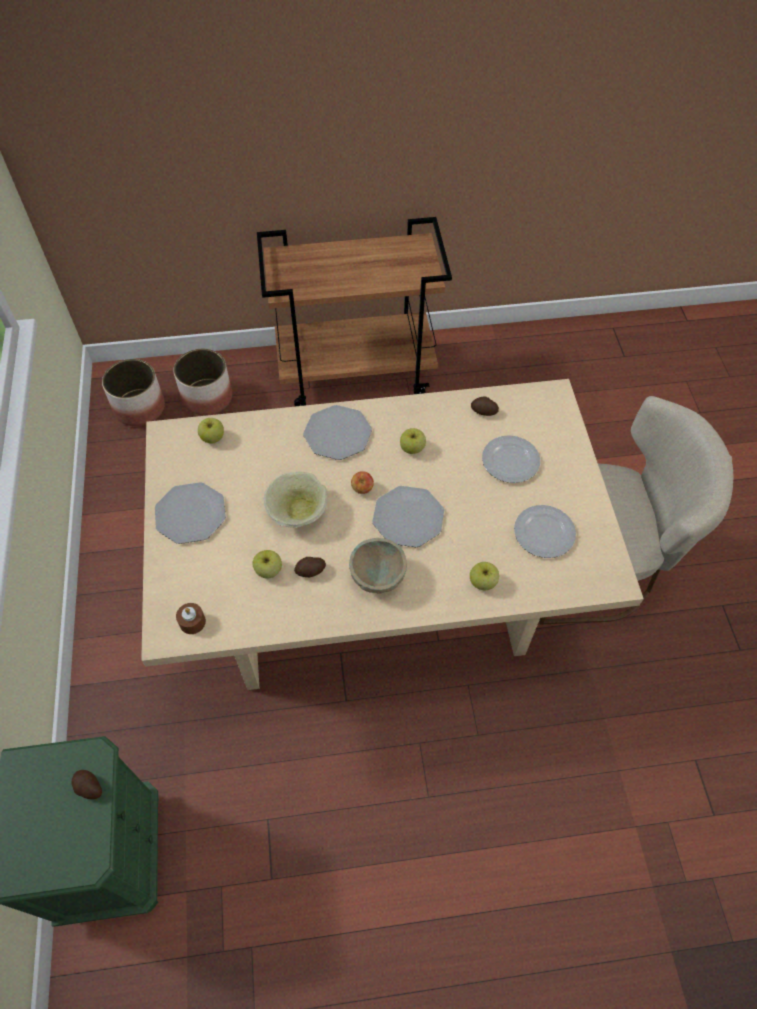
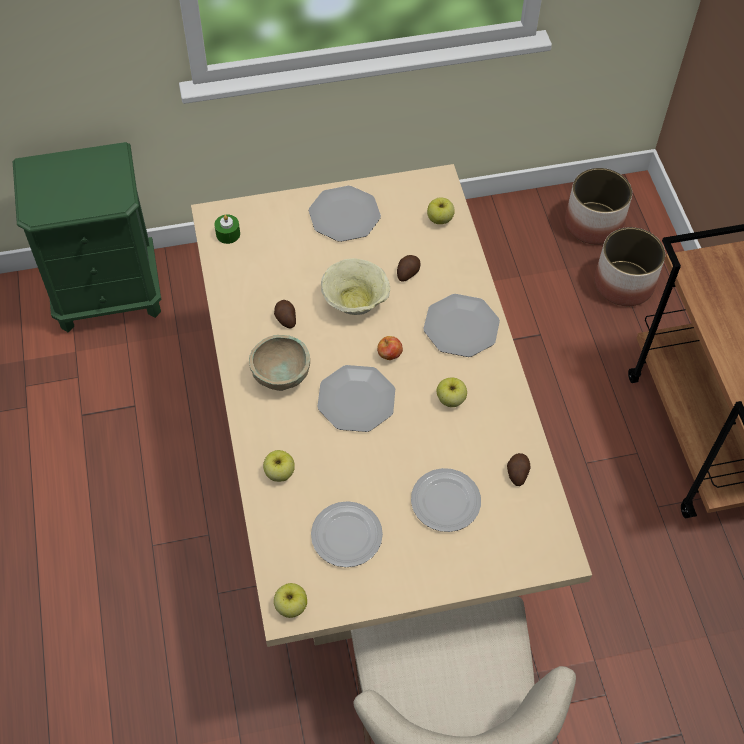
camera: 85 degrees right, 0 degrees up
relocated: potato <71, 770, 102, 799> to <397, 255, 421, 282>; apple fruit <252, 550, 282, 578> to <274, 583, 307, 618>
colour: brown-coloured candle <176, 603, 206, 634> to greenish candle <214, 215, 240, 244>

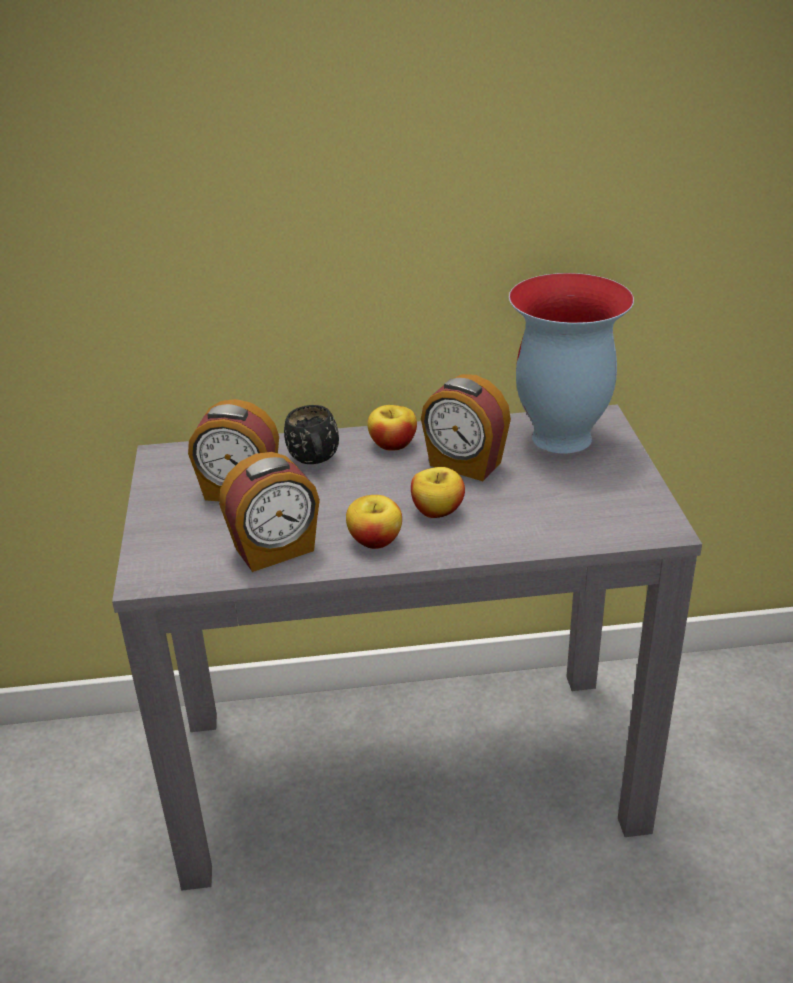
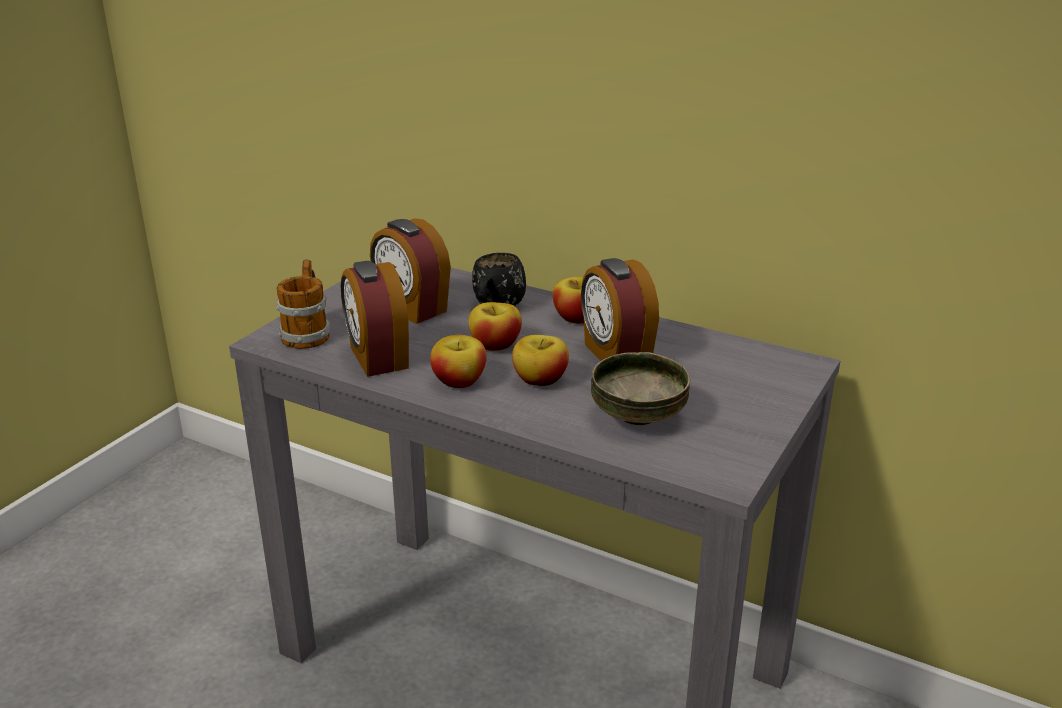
camera: 35 degrees right, 5 degrees down
missing: decorative vase <509, 273, 634, 453>
appeared: mug <276, 259, 330, 349>; apple fruit <468, 302, 522, 351>; serving bowl <591, 352, 690, 425>
spun: table clock <219, 452, 320, 572> = <341, 261, 409, 377> 60 degrees clockwise

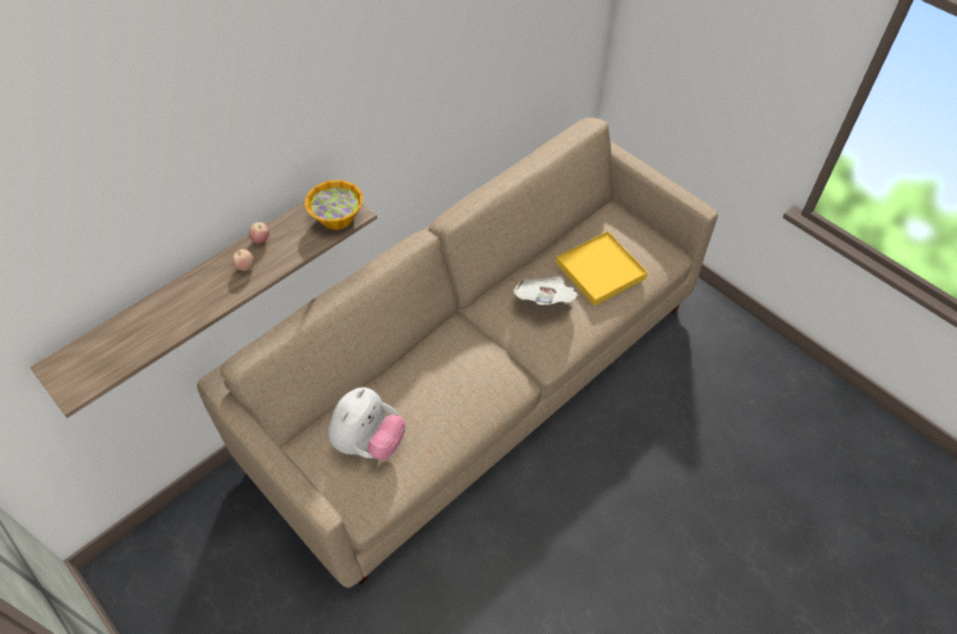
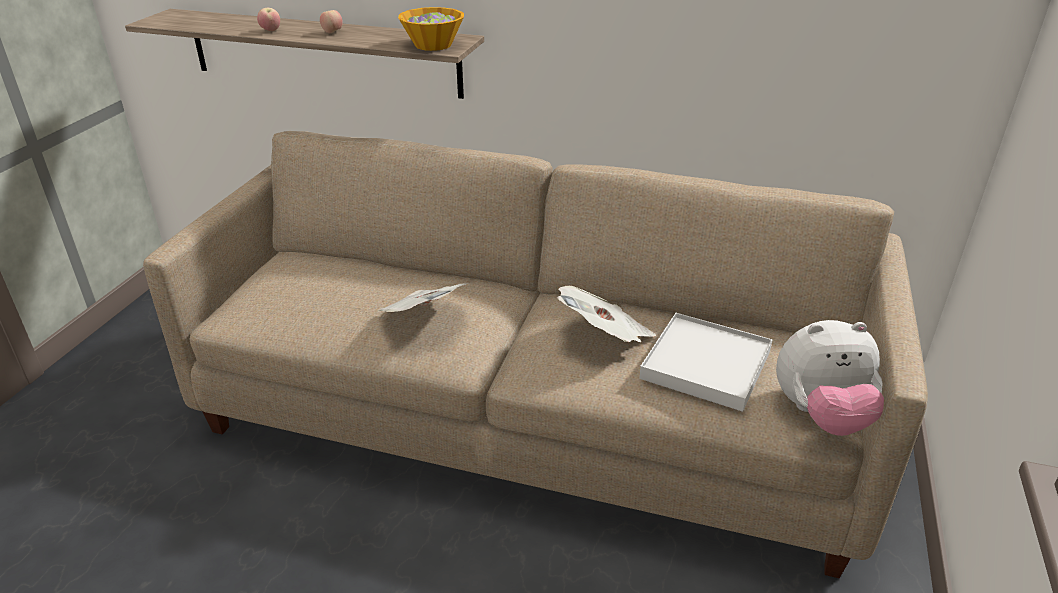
camera: 60 degrees right, 20 degrees down
appeared: newspaper <378, 283, 469, 312>
relocated: apple fruit <249, 222, 269, 243> to <257, 8, 280, 31>; soft toy <328, 387, 405, 460> to <776, 320, 884, 436>
colour: yellow-coloured tray <556, 231, 648, 306> to whitish tray <639, 313, 773, 412>

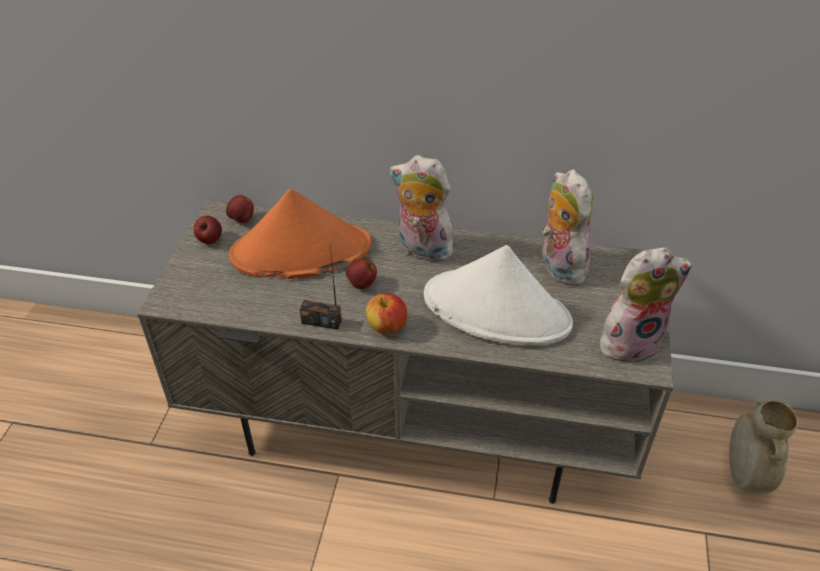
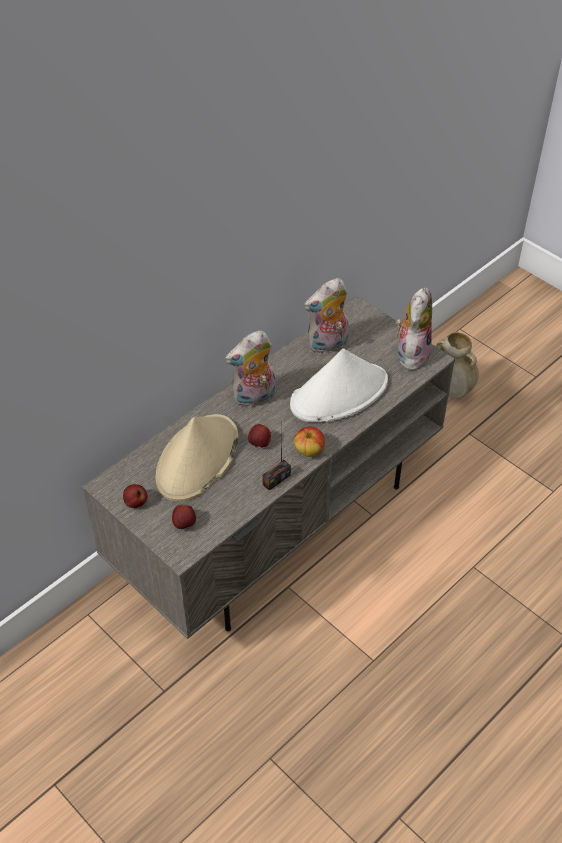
camera: 55 degrees left, 5 degrees up
relocated: apple fruit <226, 195, 254, 223> to <172, 505, 196, 529>
colour: orange-coloured wearable hat <229, 189, 371, 279> to beige wearable hat <156, 414, 239, 502>
spun: soft toy <542, 169, 593, 285> = <304, 278, 349, 354> 45 degrees counterclockwise

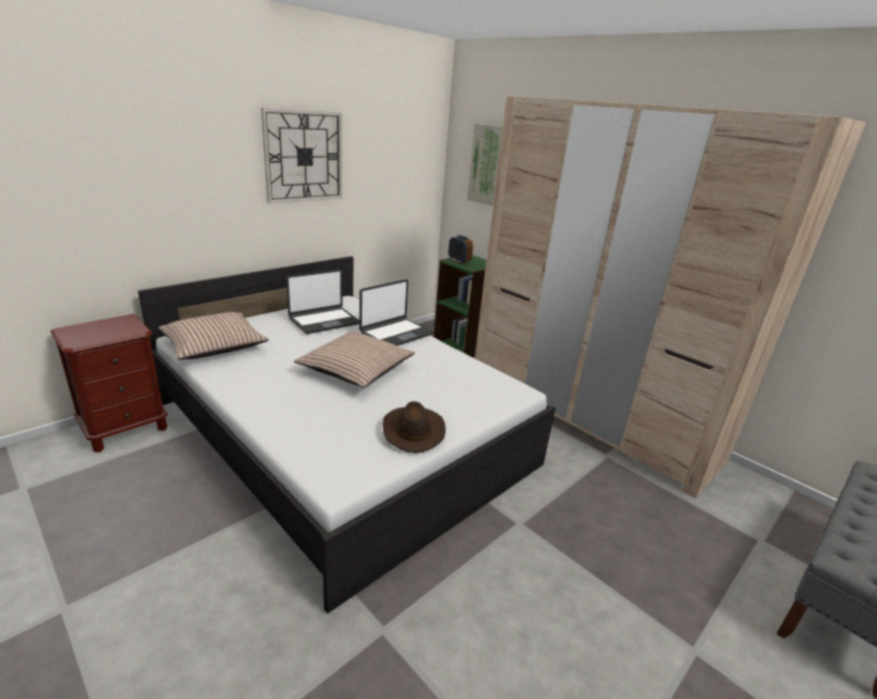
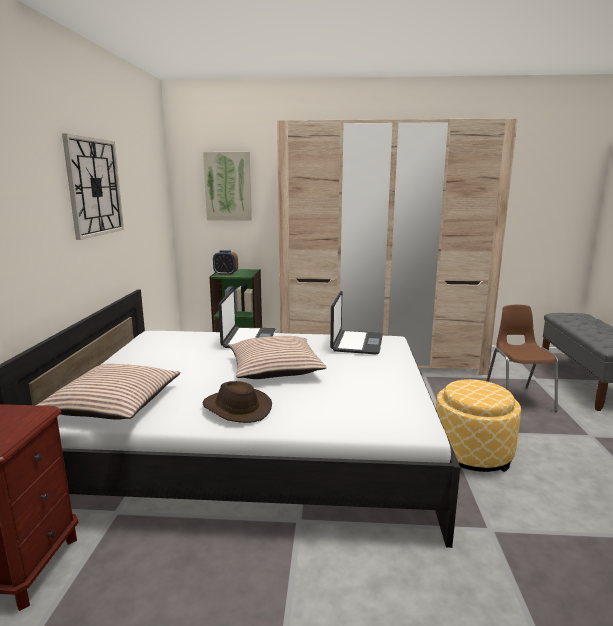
camera: 40 degrees left, 10 degrees down
appeared: footrest <436, 379, 521, 472>; brown-coloured chair <487, 305, 558, 412>
relocated: laptop <286, 269, 359, 334> to <330, 291, 383, 354>; brown-coloured wearable hat <383, 401, 445, 453> to <202, 381, 272, 423>

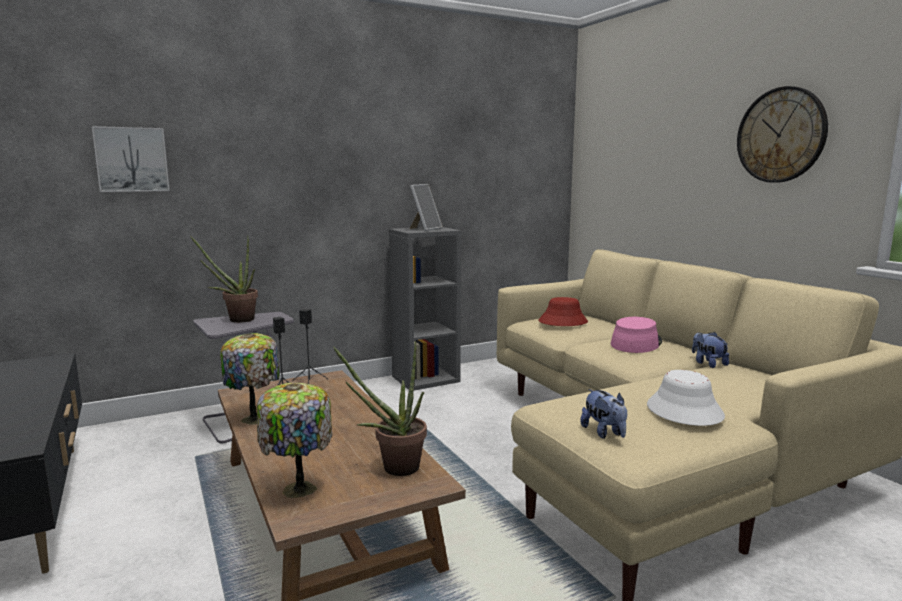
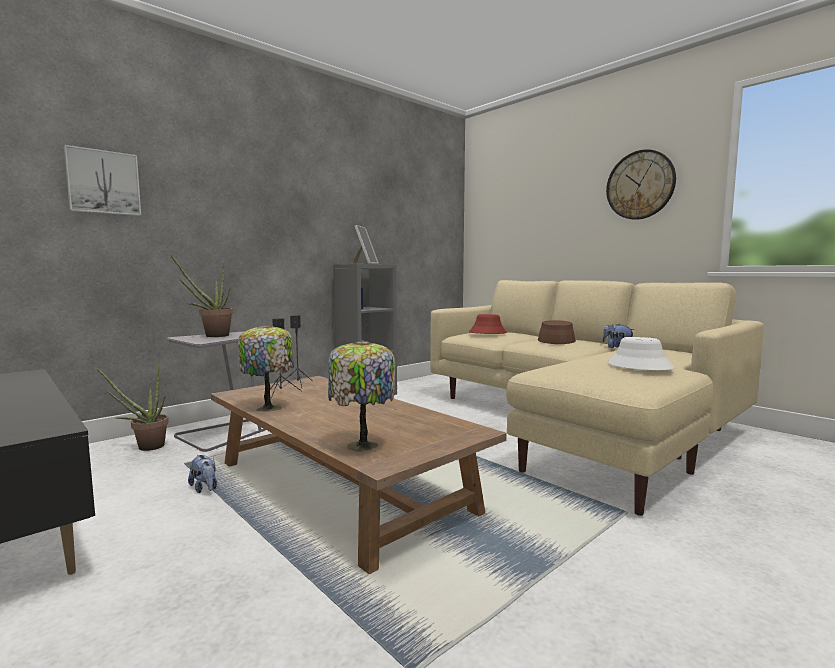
camera: 15 degrees left, 5 degrees down
relocated: potted plant <333, 341, 427, 476> to <96, 363, 169, 451>; soft toy <580, 389, 627, 439> to <188, 455, 217, 493>
colour: pink-coloured wearable hat <611, 317, 662, 353> to brown-coloured wearable hat <538, 320, 576, 344>

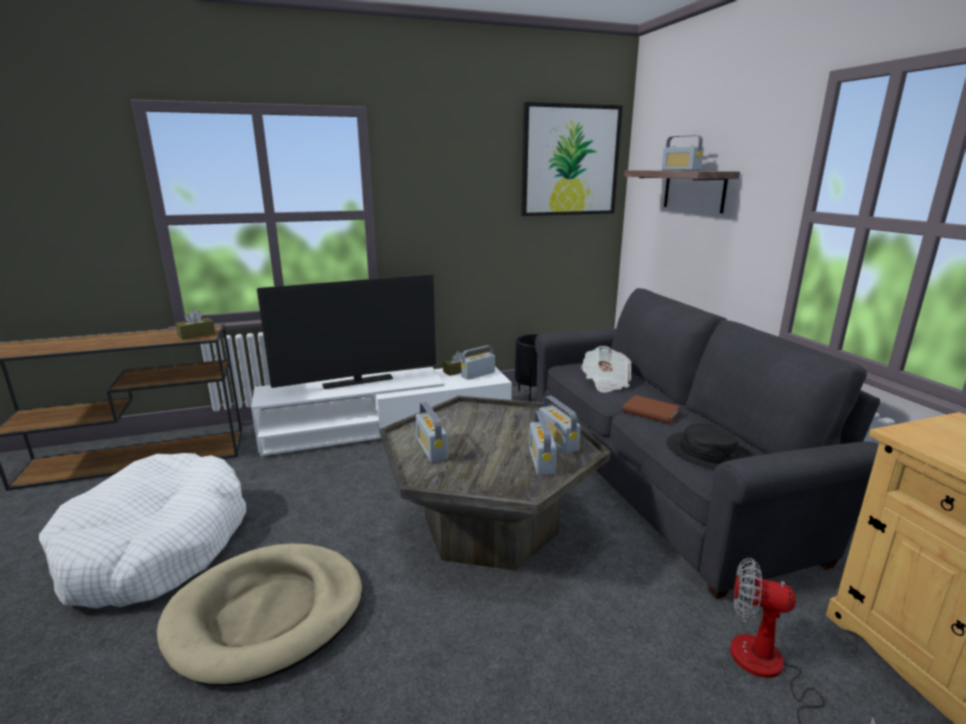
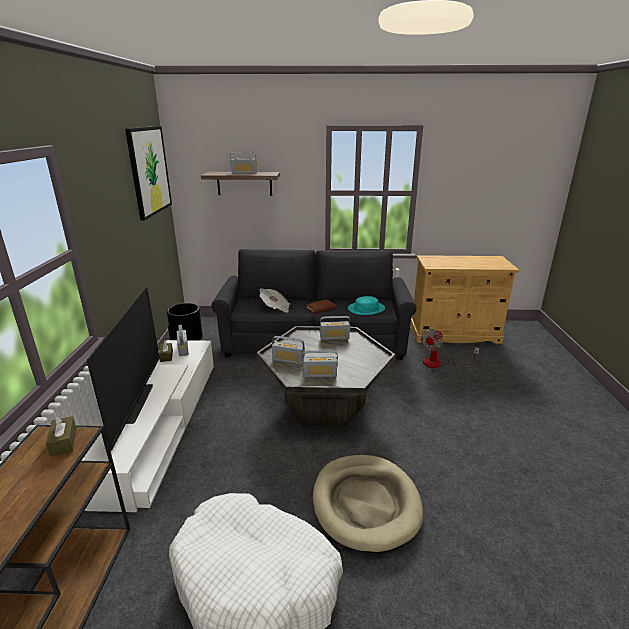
camera: 70 degrees left, 5 degrees up
relocated: radio <529, 411, 557, 475> to <272, 336, 305, 365>
colour: black-coloured wearable hat <667, 423, 752, 469> to turquoise wearable hat <348, 296, 385, 315>

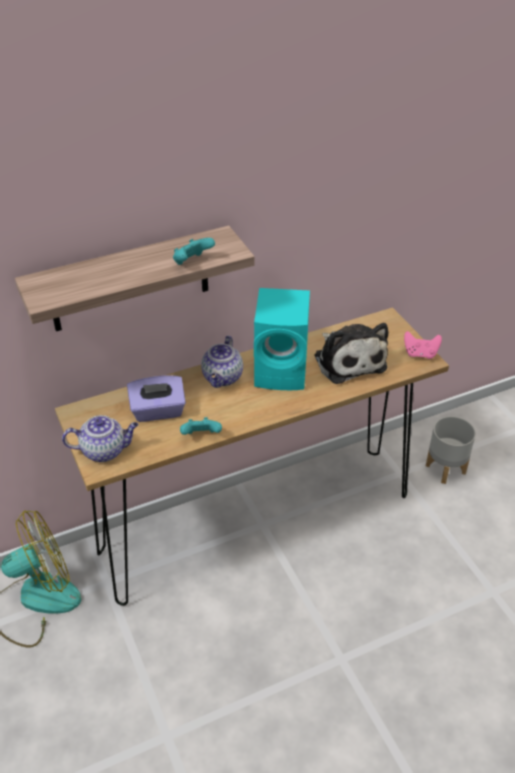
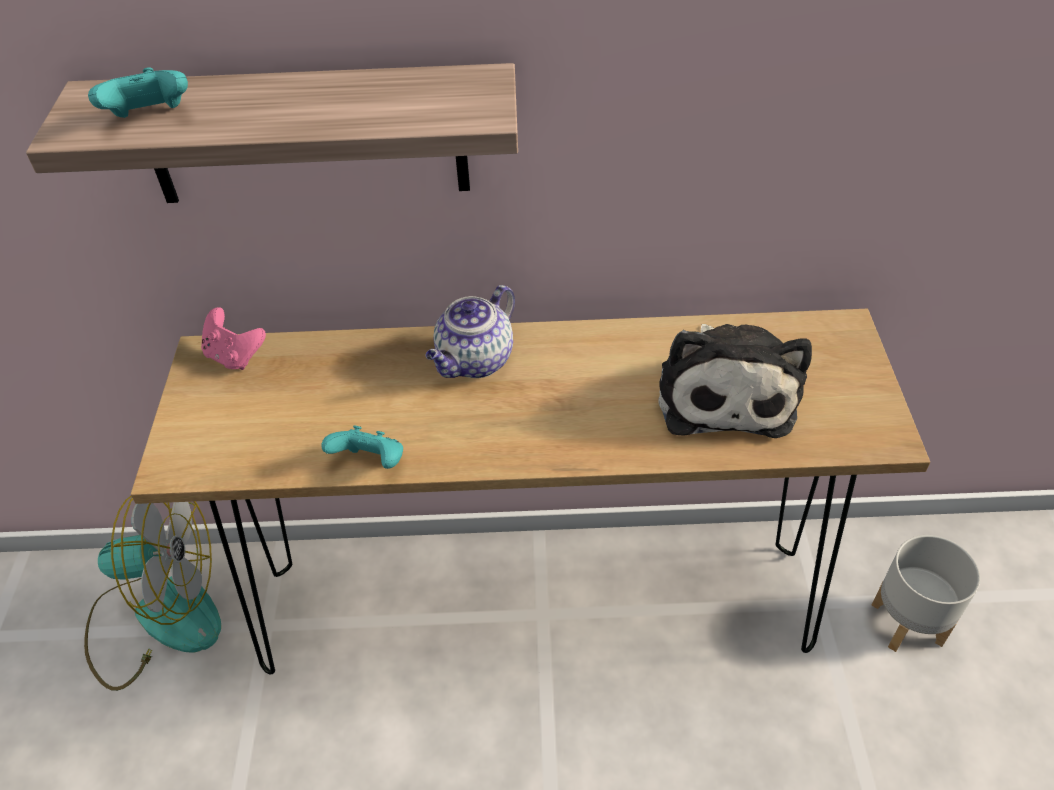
camera: 25 degrees right, 5 degrees up
missing: tea pot <62, 415, 138, 462>; purple tissue box <127, 375, 186, 422>; turquoise audio speaker <254, 288, 310, 390>
relocated: turquoise joypad <173, 238, 215, 265> to <88, 67, 188, 118>; pink-coloured joypad <404, 331, 442, 359> to <201, 307, 266, 370>

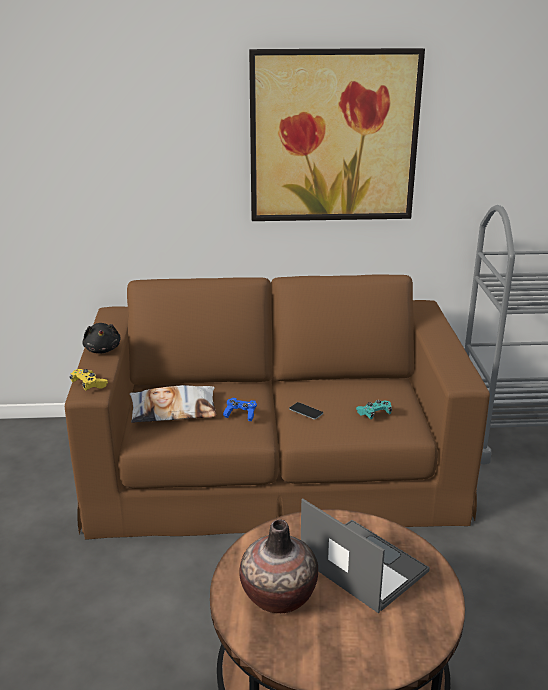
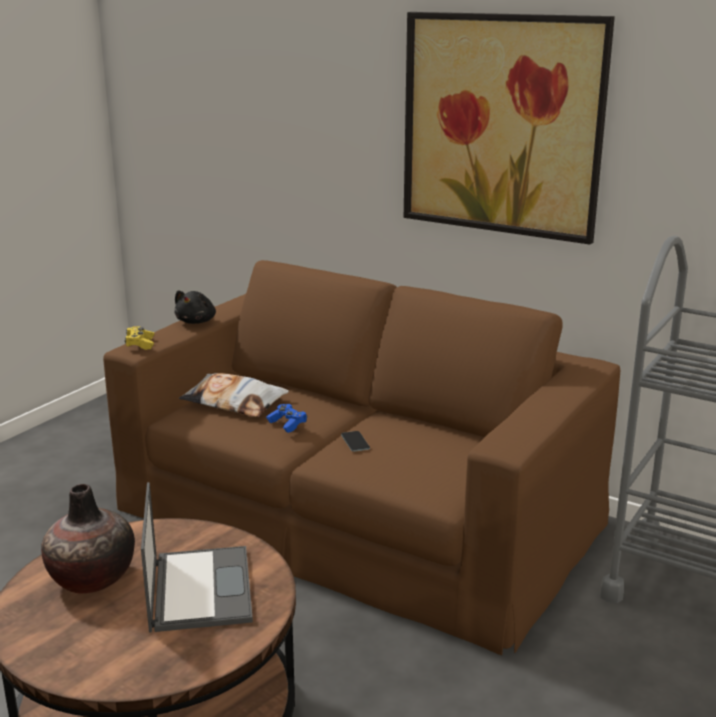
camera: 35 degrees right, 5 degrees down
missing: turquoise joypad <356, 400, 392, 419>

